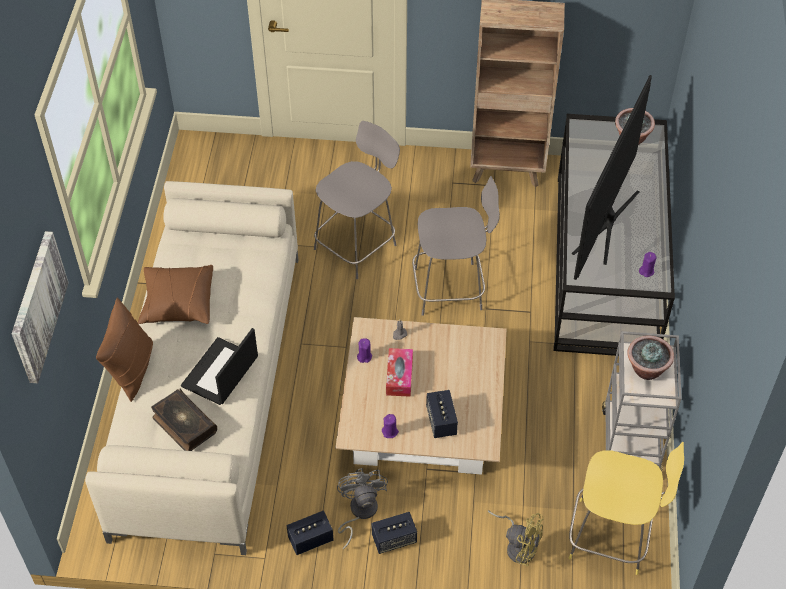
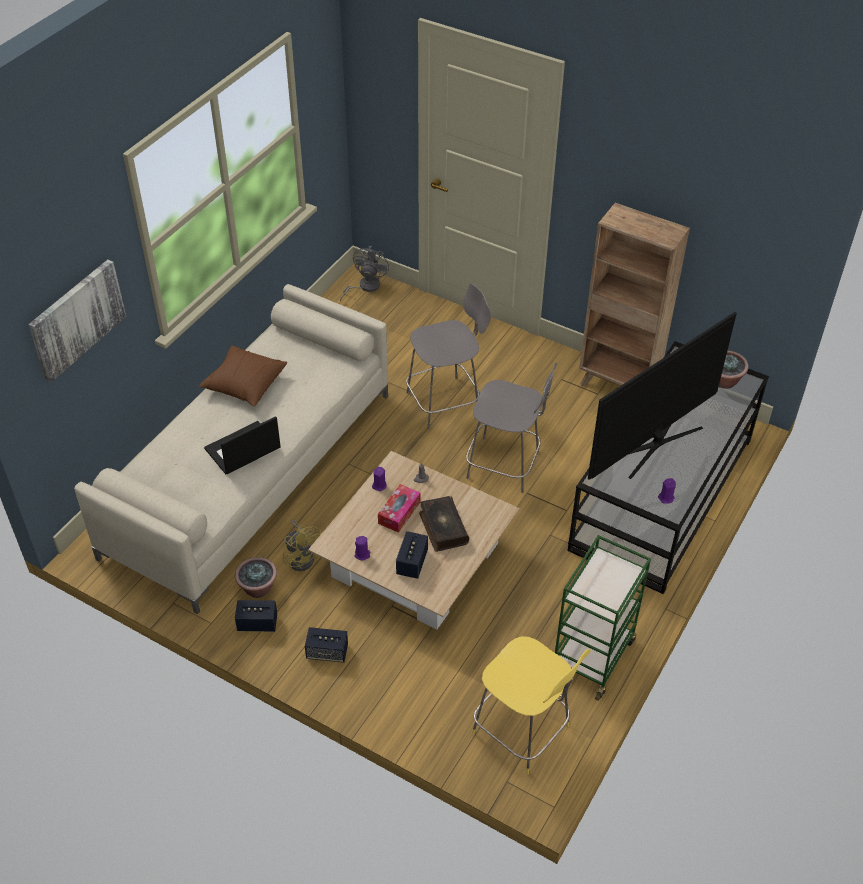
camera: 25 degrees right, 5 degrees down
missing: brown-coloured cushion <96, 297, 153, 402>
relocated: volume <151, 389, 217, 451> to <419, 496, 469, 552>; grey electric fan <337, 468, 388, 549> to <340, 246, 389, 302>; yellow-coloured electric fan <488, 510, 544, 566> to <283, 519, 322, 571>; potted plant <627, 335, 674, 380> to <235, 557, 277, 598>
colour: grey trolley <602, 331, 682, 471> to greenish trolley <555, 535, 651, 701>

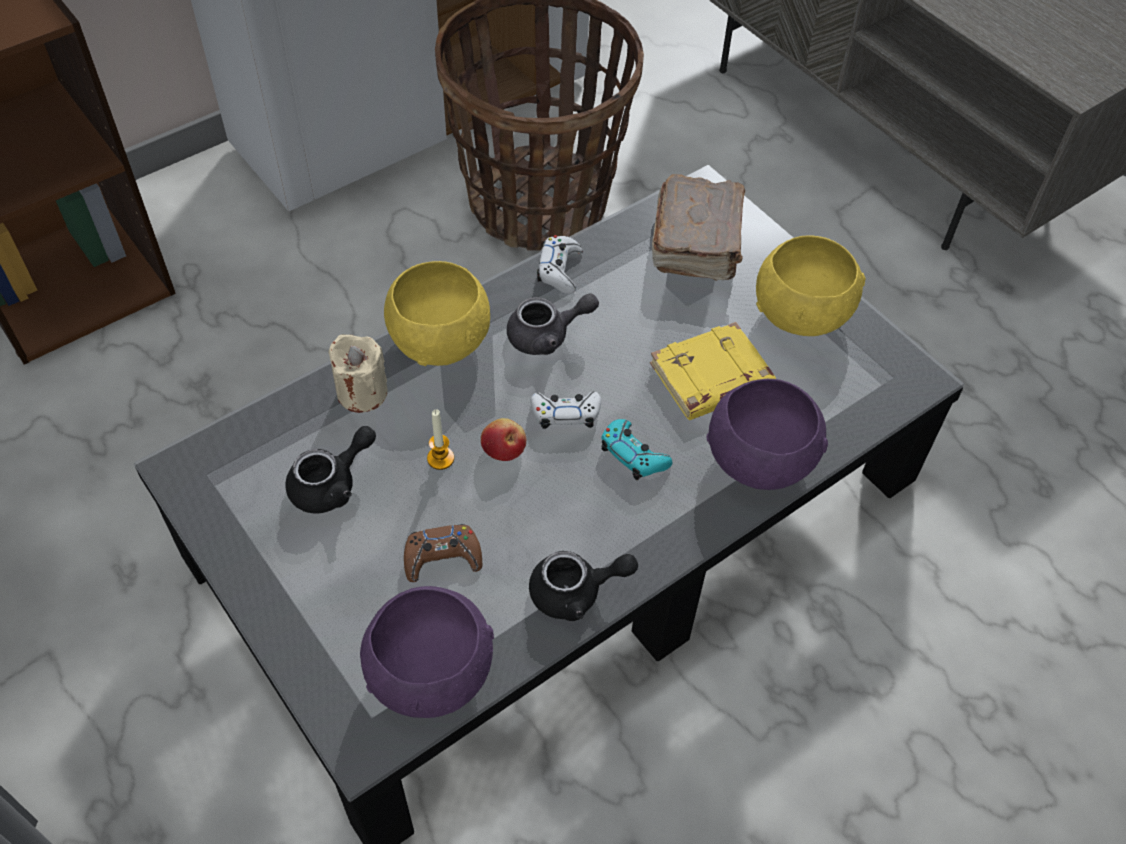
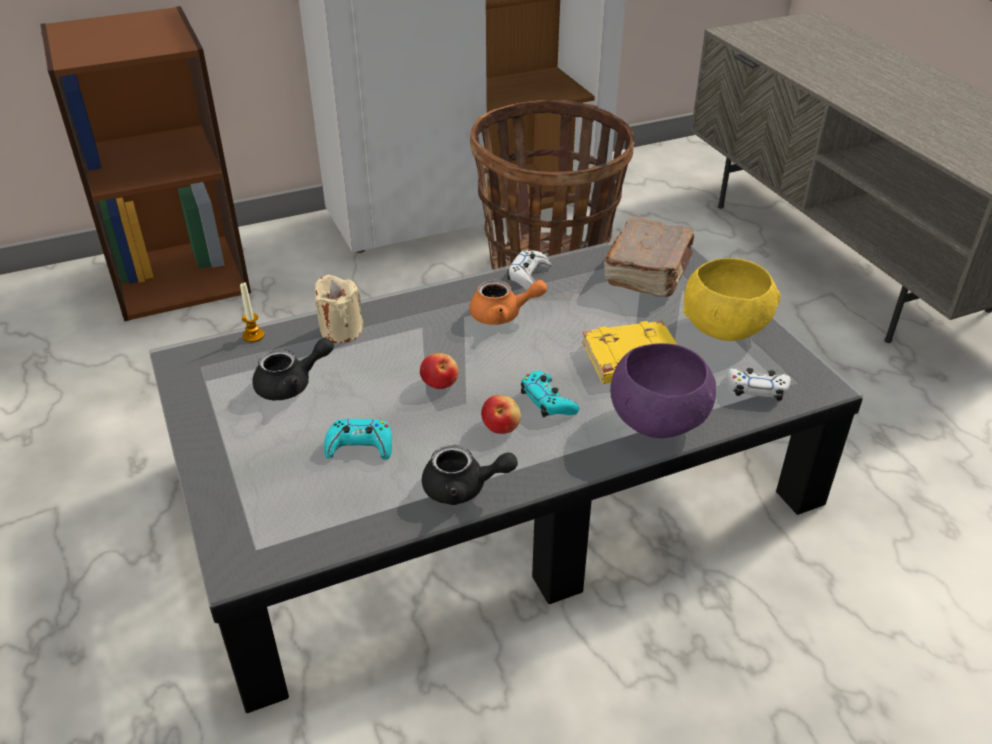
camera: 15 degrees right, 15 degrees down
missing: purple serving bowl <360, 586, 494, 718>; yellow-coloured serving bowl <384, 261, 490, 366>
appeared: apple fruit <481, 395, 521, 434>
relocated: candle <427, 409, 454, 470> to <240, 282, 265, 342>; whitish joypad <530, 391, 601, 429> to <726, 368, 791, 401>
colour: brown-coloured joypad <404, 524, 482, 582> to turquoise joypad <324, 419, 392, 460>; grey tea pot <507, 293, 599, 355> to orange-coloured tea pot <469, 280, 547, 325>

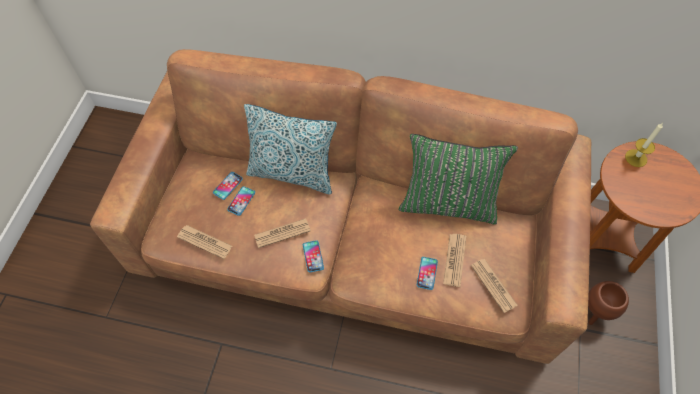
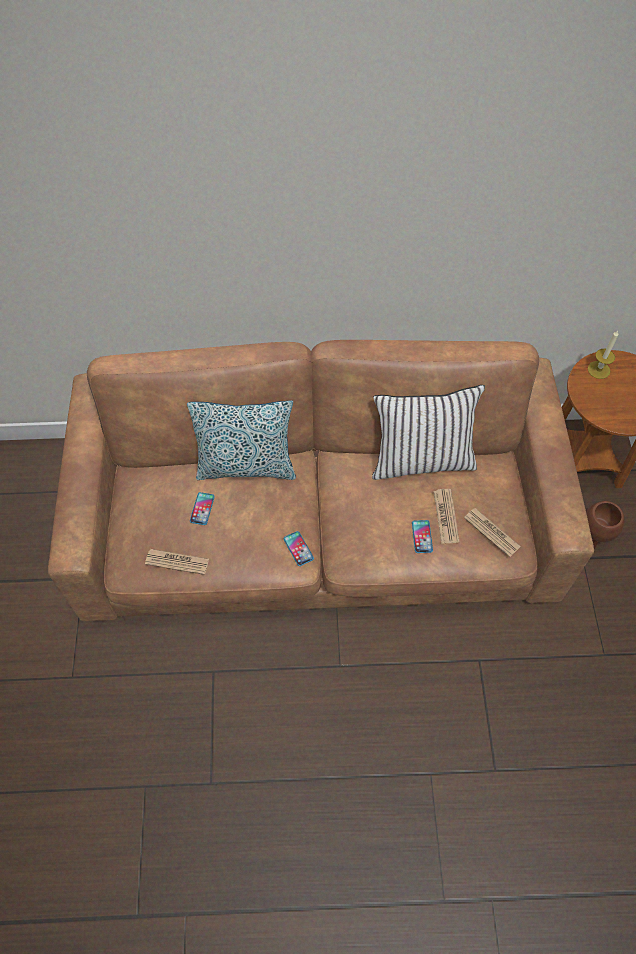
camera: 15 degrees left, 0 degrees up
missing: phone <213, 172, 243, 200>; newspaper <254, 218, 311, 248>
colour: greenish cushion <399, 134, 518, 224> to whitish cushion <372, 385, 485, 480>

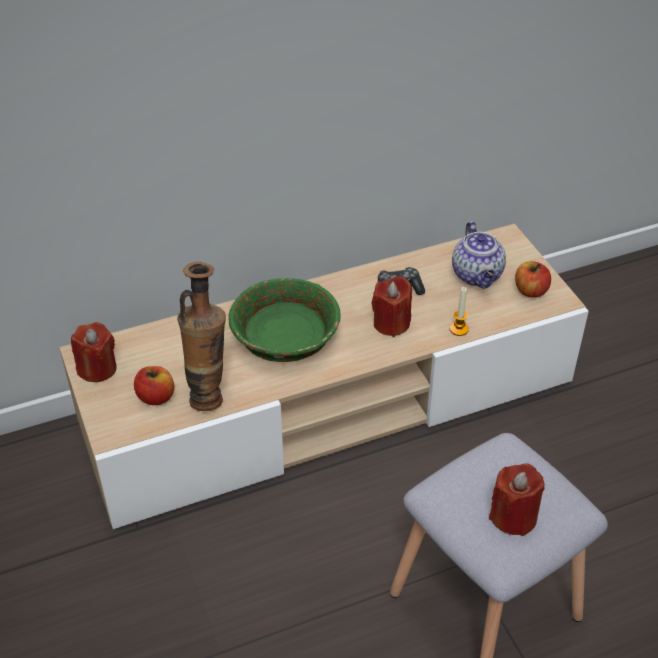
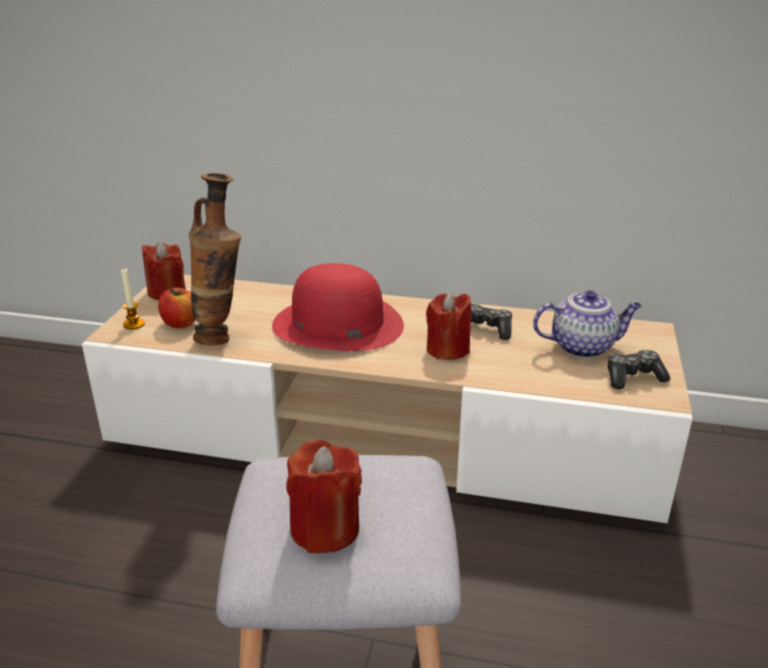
camera: 35 degrees right, 15 degrees down
relocated: candle <450, 287, 469, 336> to <121, 269, 145, 329>
exchanged: greenish serving bowl <228, 278, 340, 362> to red wearable hat <272, 263, 404, 351>; apple fruit <515, 261, 551, 298> to joypad <608, 350, 670, 389>
spun: tea pot <452, 221, 506, 288> = <533, 290, 642, 358> 120 degrees counterclockwise

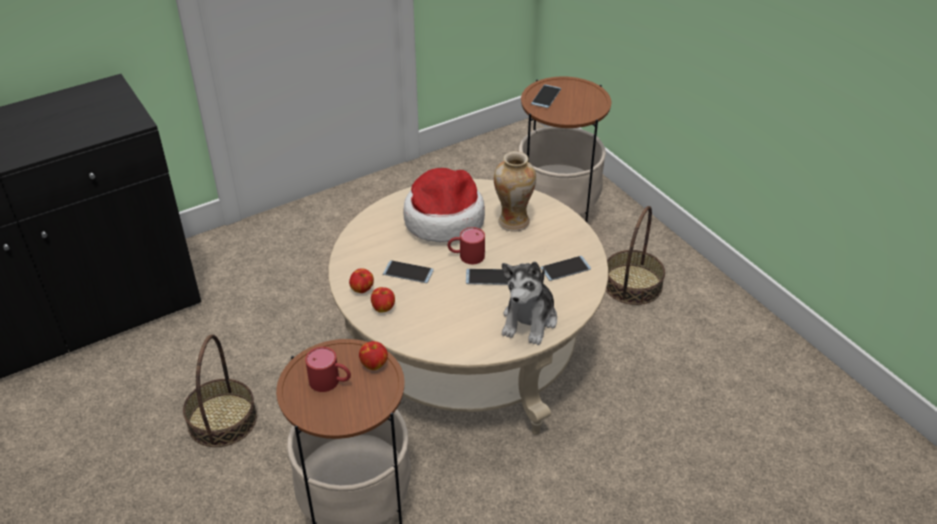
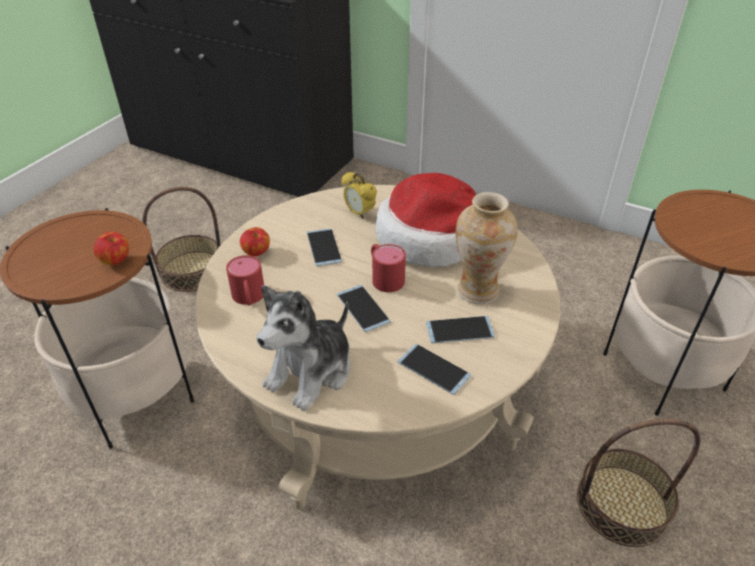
camera: 60 degrees right, 0 degrees up
missing: apple fruit <349, 268, 374, 293>
appeared: table clock <341, 172, 377, 219>
relocated: red mug <305, 347, 351, 392> to <226, 255, 264, 305>; phone <531, 84, 561, 108> to <426, 316, 495, 343>
spun: soft toy <502, 262, 557, 345> = <257, 285, 350, 411> 45 degrees counterclockwise

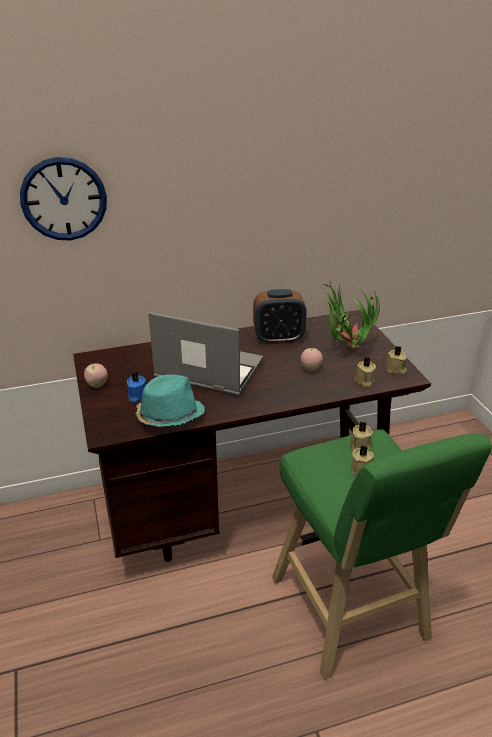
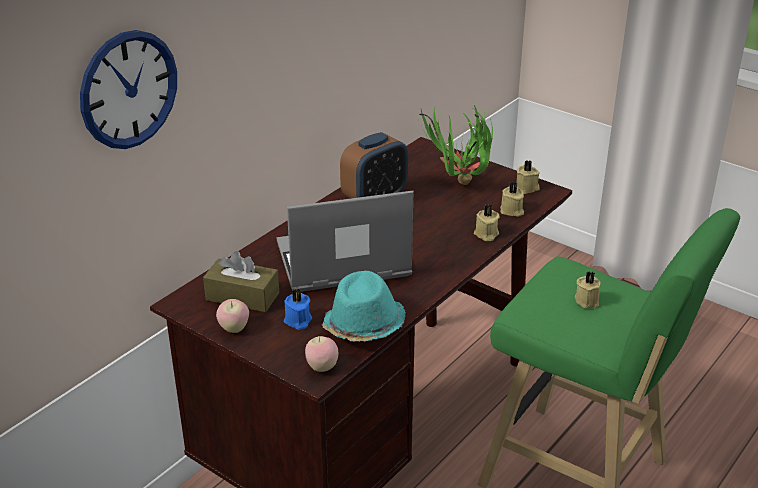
camera: 35 degrees left, 0 degrees up
appeared: brown-coloured tissue box <203, 251, 279, 312>
relocated: apple fruit <301, 348, 323, 371> to <305, 336, 338, 372>; beige candle <350, 422, 373, 451> to <474, 205, 500, 241>

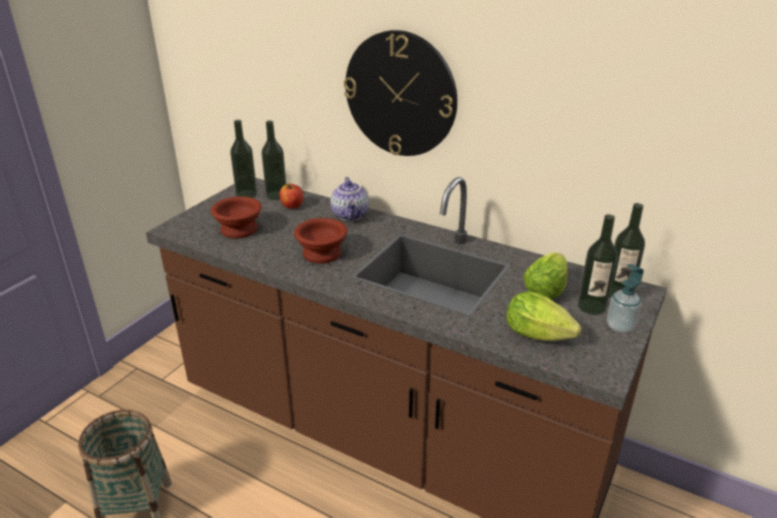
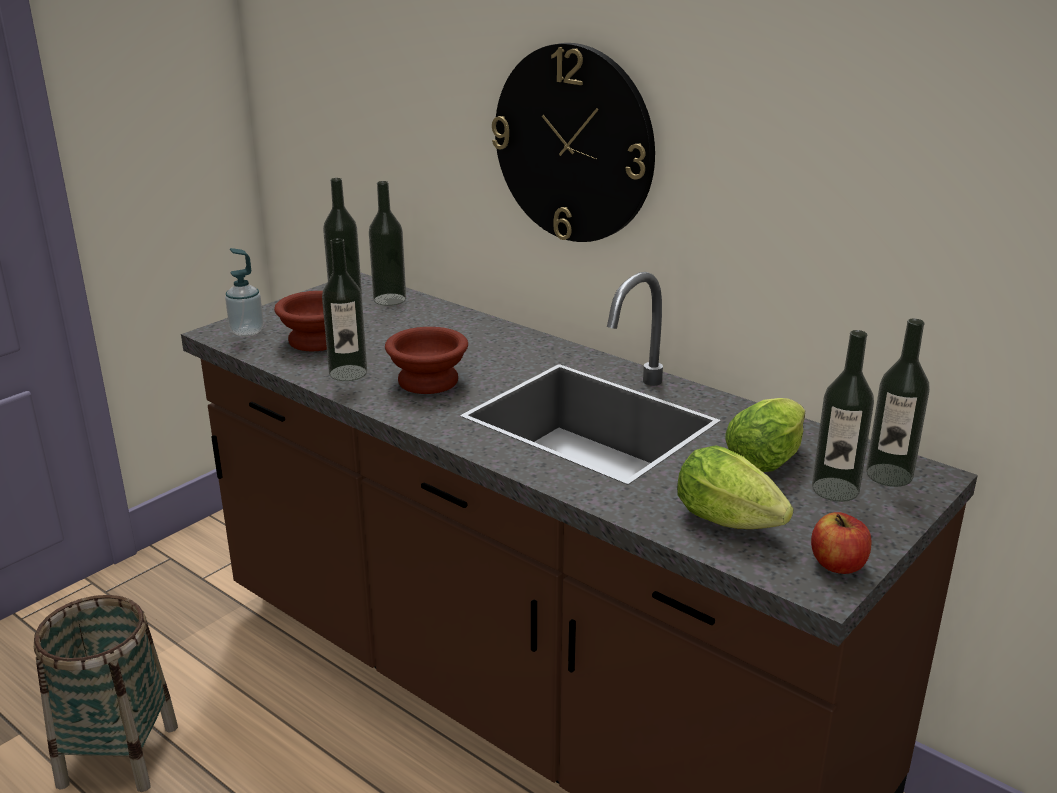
camera: 10 degrees right, 5 degrees down
missing: tea pot <330, 177, 369, 221>
appeared: beverage bottle <322, 238, 367, 381>
relocated: apple fruit <279, 184, 303, 209> to <811, 512, 872, 574>; soap dispenser <607, 264, 644, 333> to <225, 248, 264, 337>

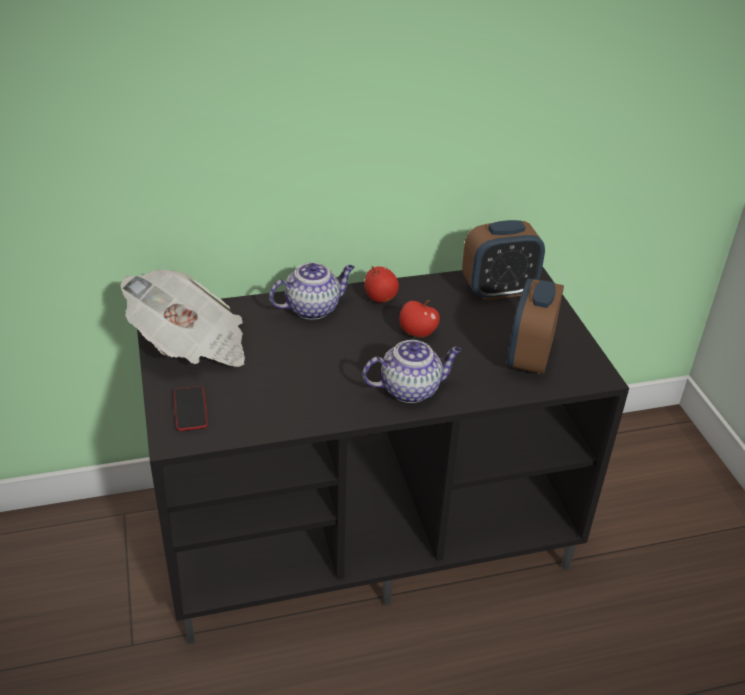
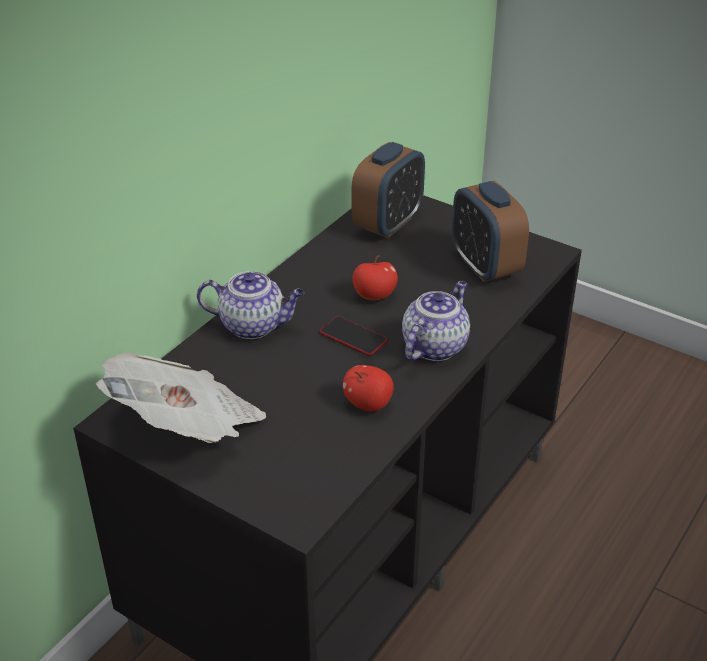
camera: 40 degrees left, 0 degrees up
relocated: phone <173, 386, 208, 431> to <320, 316, 388, 356>; apple fruit <365, 266, 399, 303> to <343, 365, 394, 411>
spun: tea pot <269, 263, 355, 320> = <197, 271, 305, 339> 75 degrees clockwise

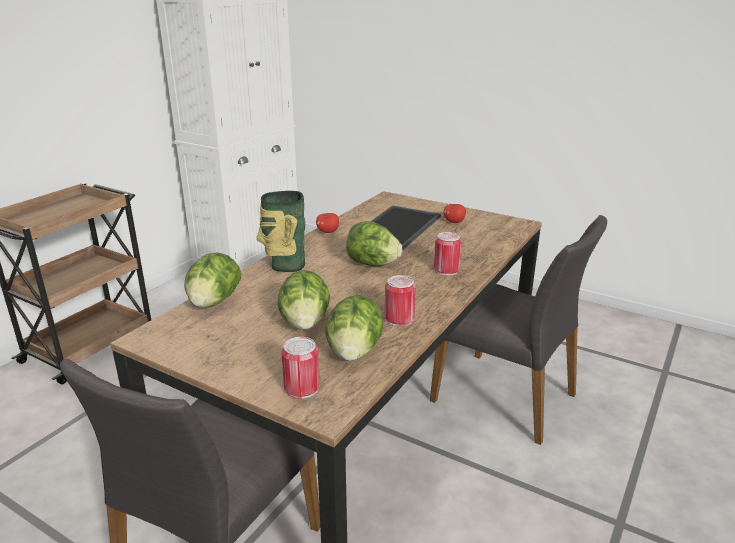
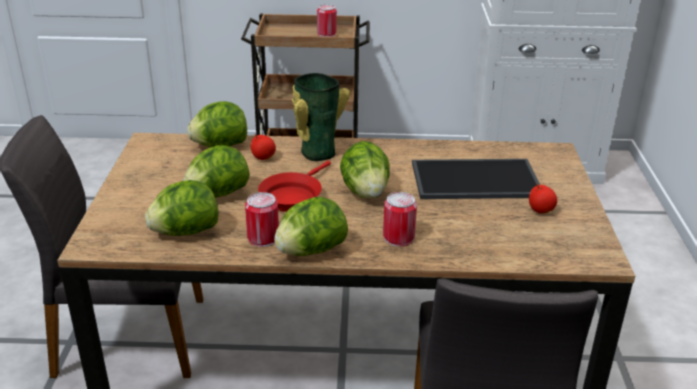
camera: 60 degrees right, 5 degrees up
appeared: red skillet <258, 161, 331, 212>; lettuce head <274, 197, 348, 256>
relocated: metal can <281, 337, 320, 399> to <317, 4, 337, 37>; apple fruit <316, 213, 339, 233> to <251, 134, 276, 160>

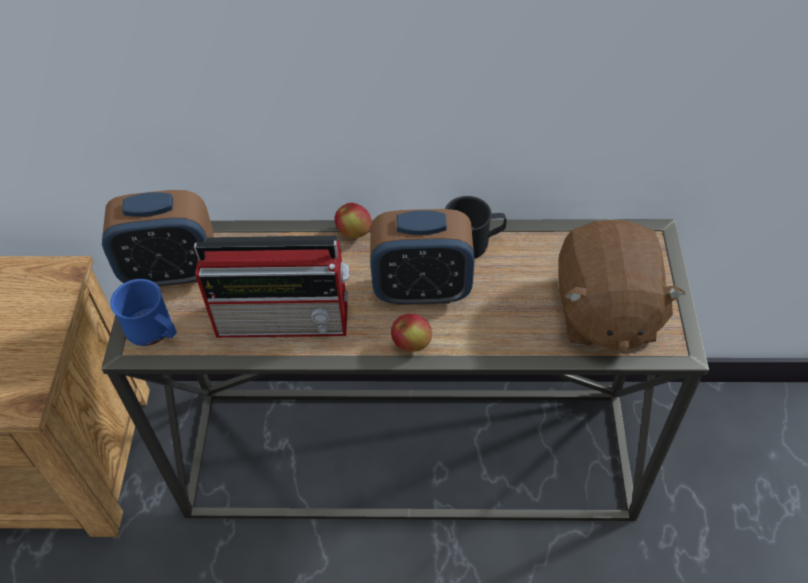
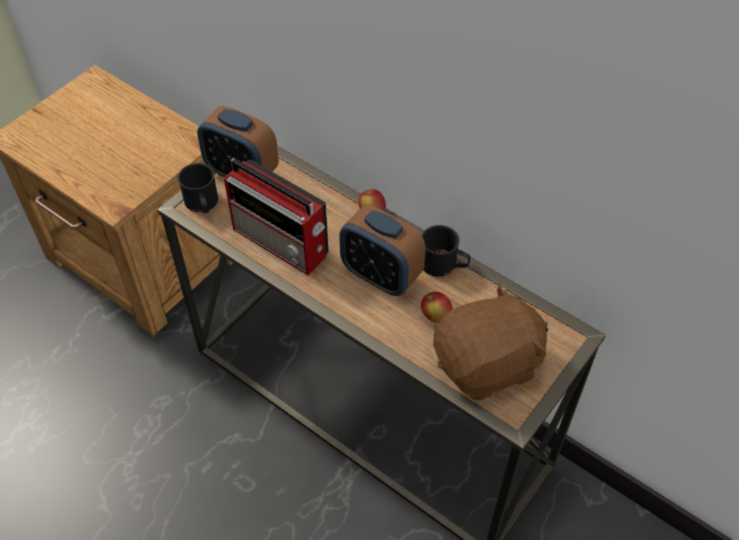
camera: 35 degrees right, 0 degrees up
relocated: apple fruit <391, 314, 432, 352> to <421, 292, 453, 323>
colour: blue mug <110, 279, 177, 346> to black-coloured mug <178, 163, 218, 213>
spun: brown-coloured soft toy <559, 219, 685, 353> = <433, 282, 548, 401> 150 degrees counterclockwise

